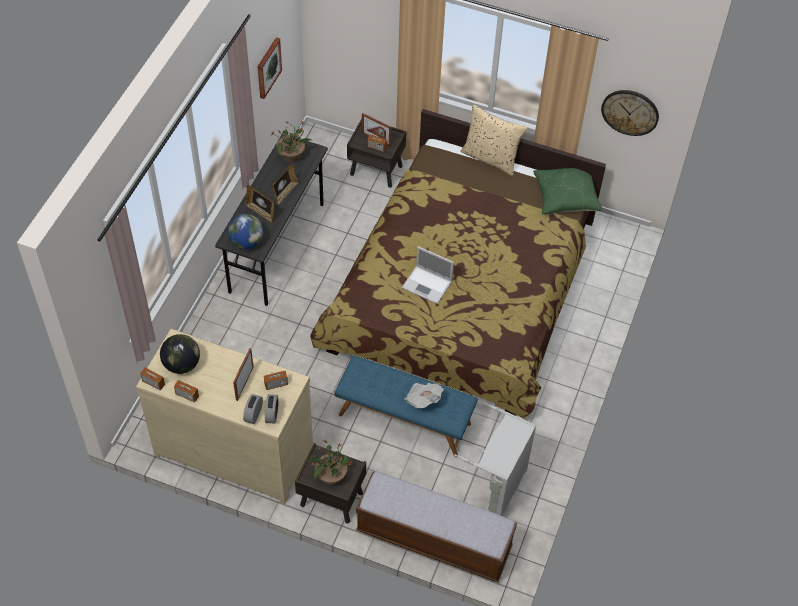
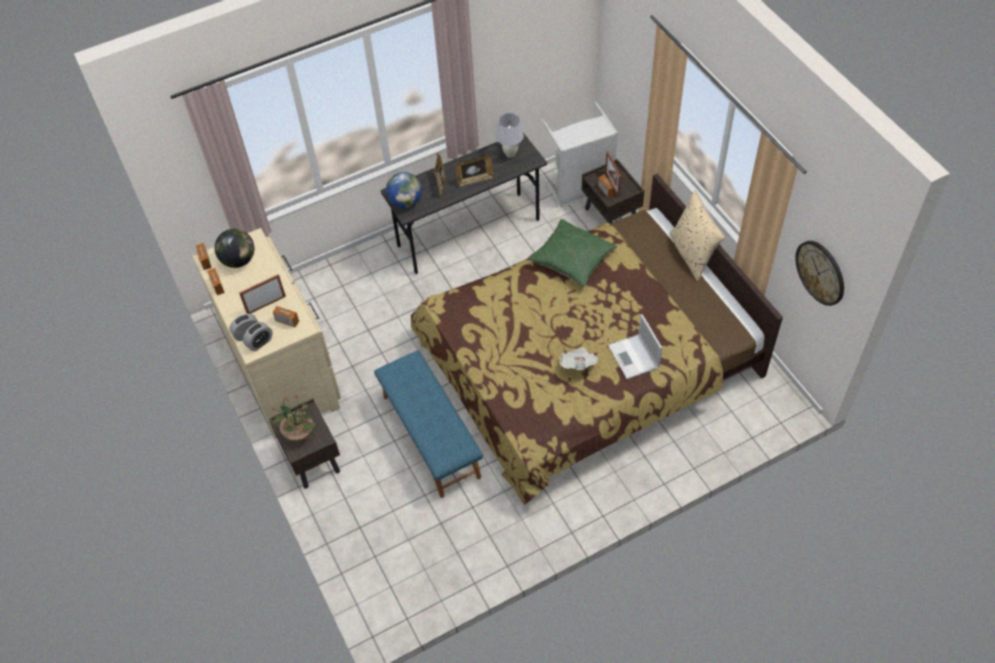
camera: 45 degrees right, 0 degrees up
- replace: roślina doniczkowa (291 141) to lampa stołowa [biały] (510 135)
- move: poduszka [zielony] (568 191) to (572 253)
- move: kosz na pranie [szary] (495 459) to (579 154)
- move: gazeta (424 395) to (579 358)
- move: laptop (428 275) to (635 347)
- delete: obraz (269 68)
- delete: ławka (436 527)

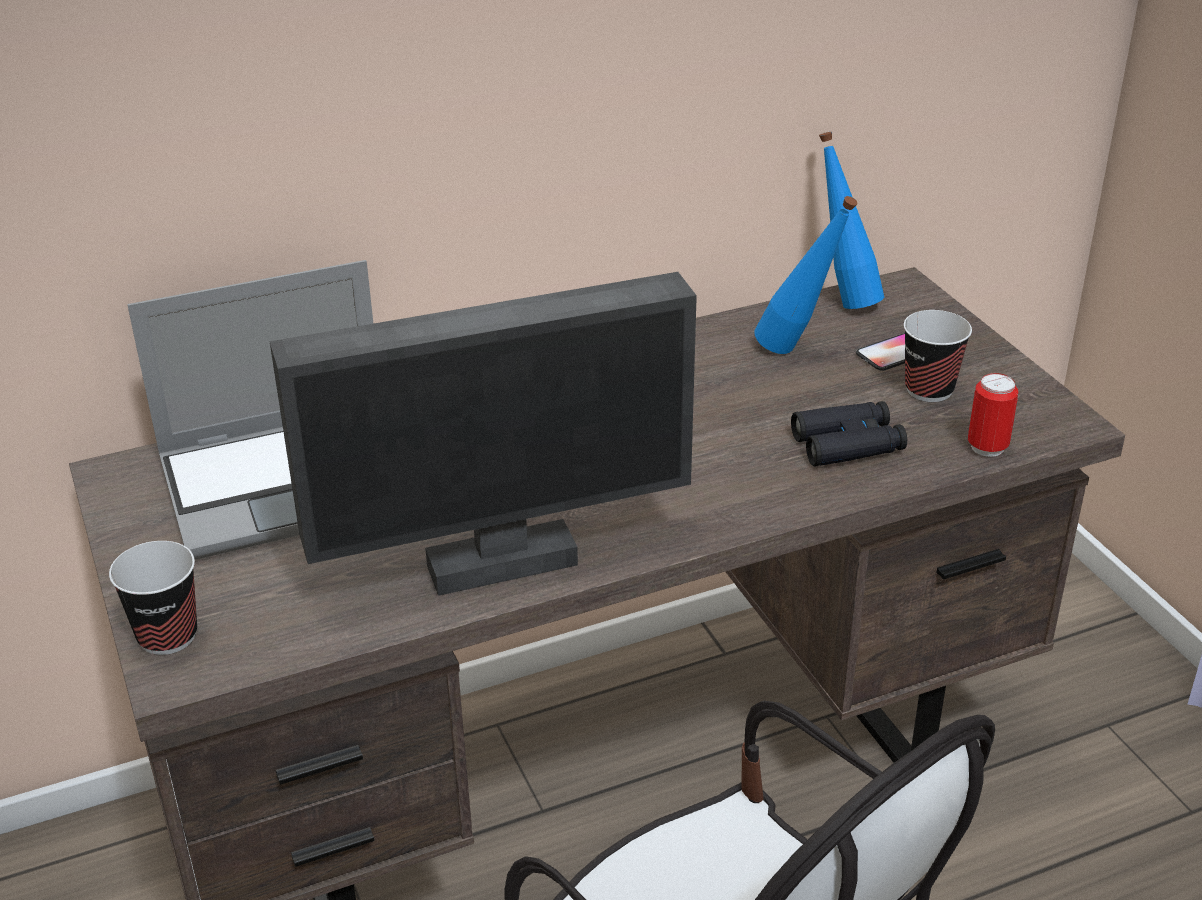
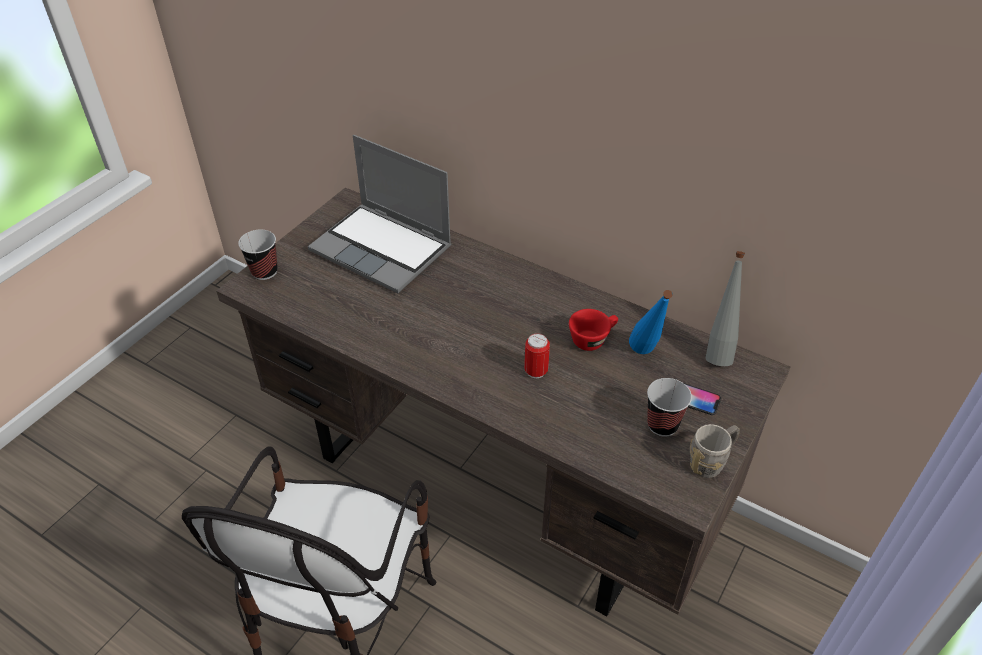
camera: 55 degrees right, 10 degrees up
- move: puszka (993 415) to (537 355)
- insert: filiżanka [czerwony] (593 330)
- insert: kubek [szary] (715 451)
- recolor: butelka [niebieski] (851 220) to butelka [szary] (725 308)
- delete: monitor (483 434)
- delete: lornetka [czarny] (849 433)

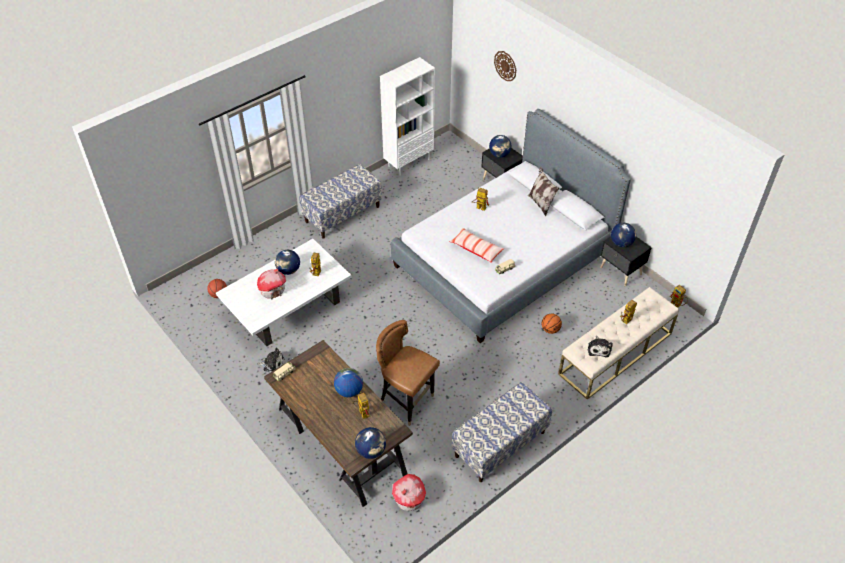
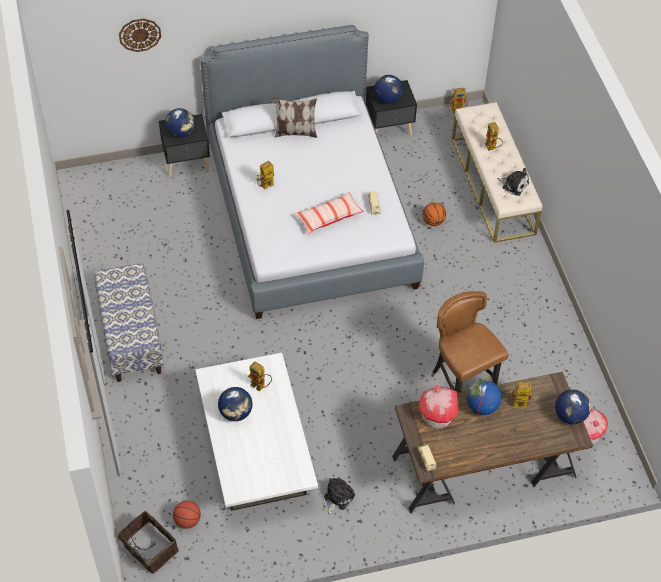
camera: 65 degrees left, 5 degrees up
- insert: koszyk (148 542)
- move: domek (271 284) to (439 406)
- rotate: krzesło [brązowy] (408 373) = (470 342) 90 degrees clockwise
- delete: regał [biały] (407 116)
- delete: ławka (502 432)

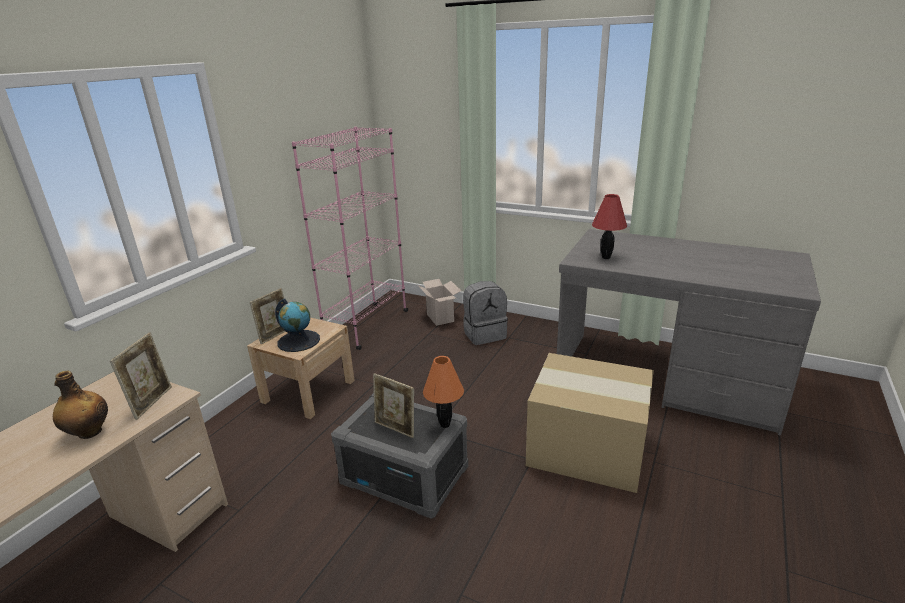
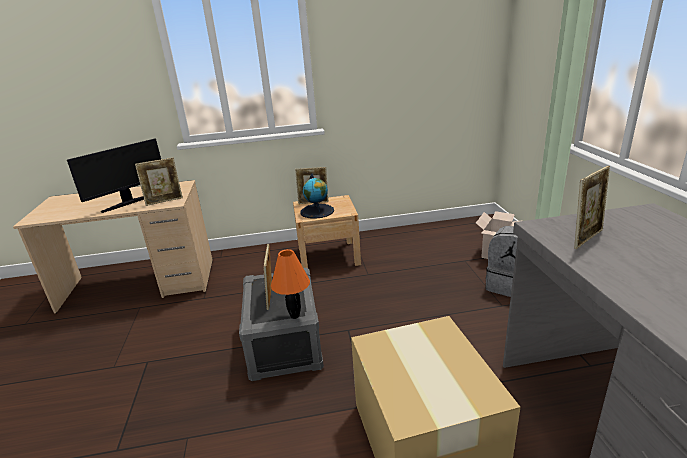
camera: 55 degrees right, 0 degrees up
- replace: butelka (80 405) to monitor (114 176)
- replace: lampa stołowa [czerwony] (609 226) to ramka na zdjęcie (592 207)
- delete: regał [różowy] (350 238)

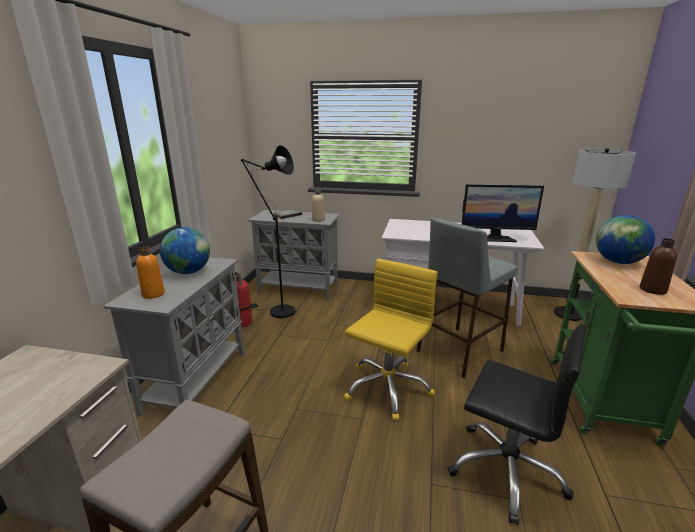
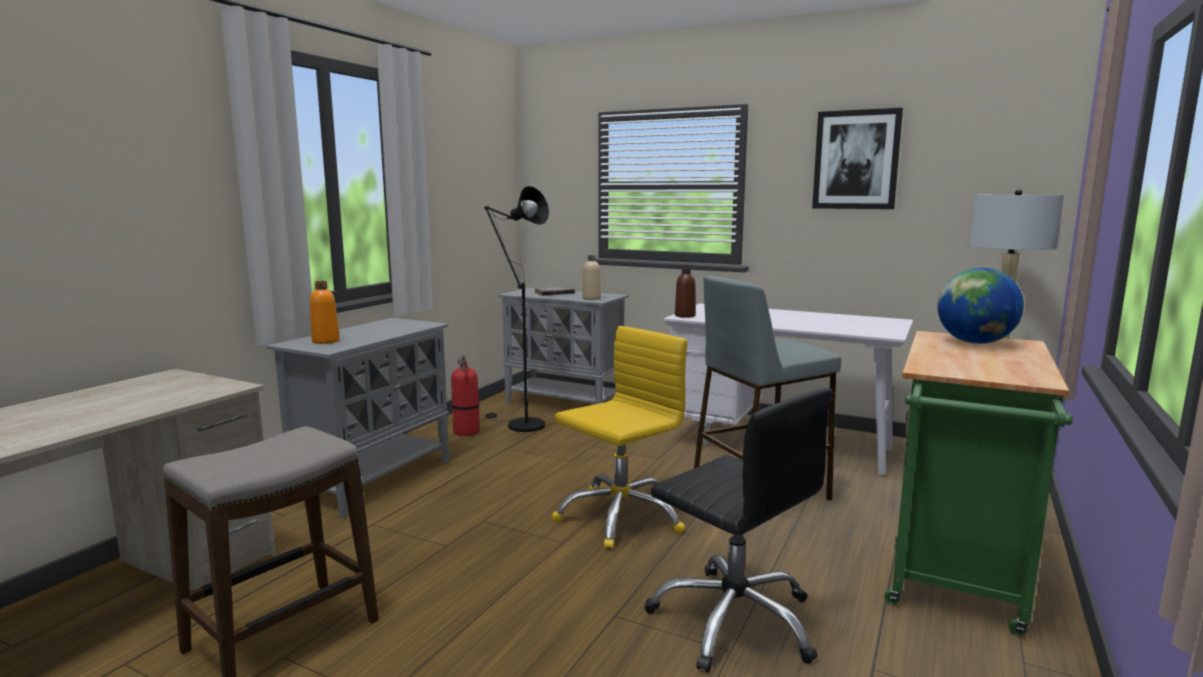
camera: 15 degrees right, 10 degrees down
- move: butelka [brązowy] (658 266) to (685 292)
- insert: obraz (857 158)
- delete: globus (185 250)
- delete: monitor (503 213)

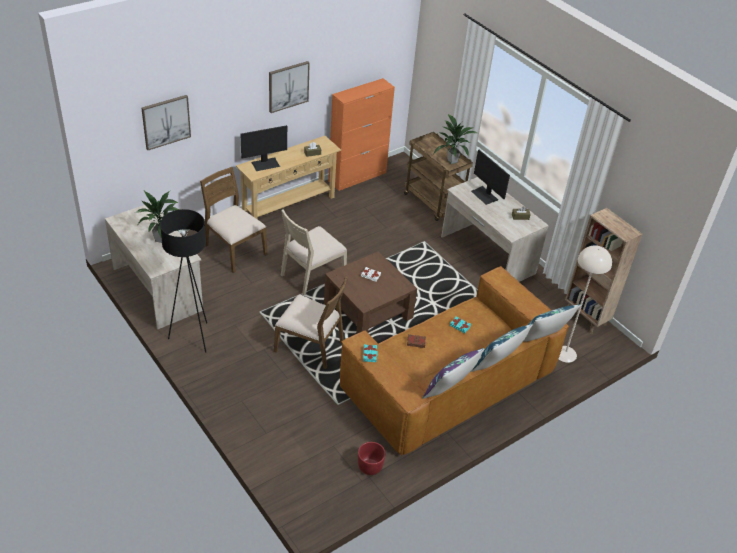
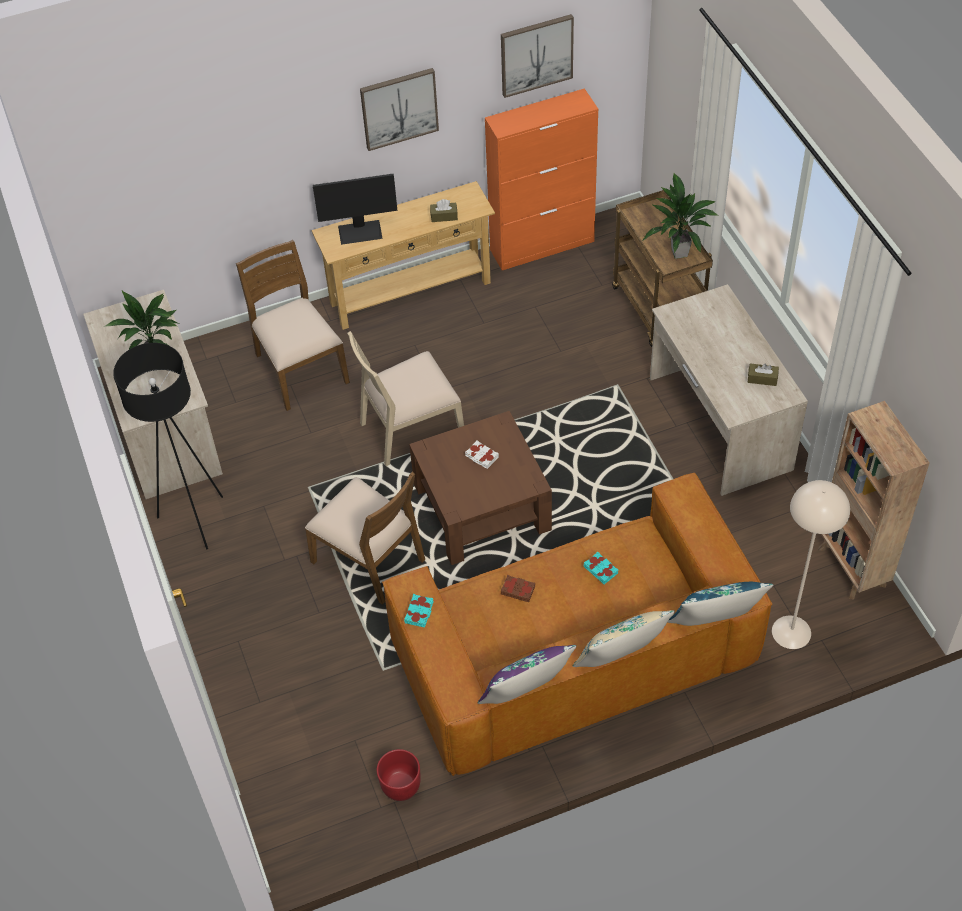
camera: 20 degrees right, 10 degrees up
- move: obraz (166 122) to (537 56)
- recolor: poduszka [niebieski] (502 348) to poduszka [beżowy] (624 638)
- delete: monitor (490 177)

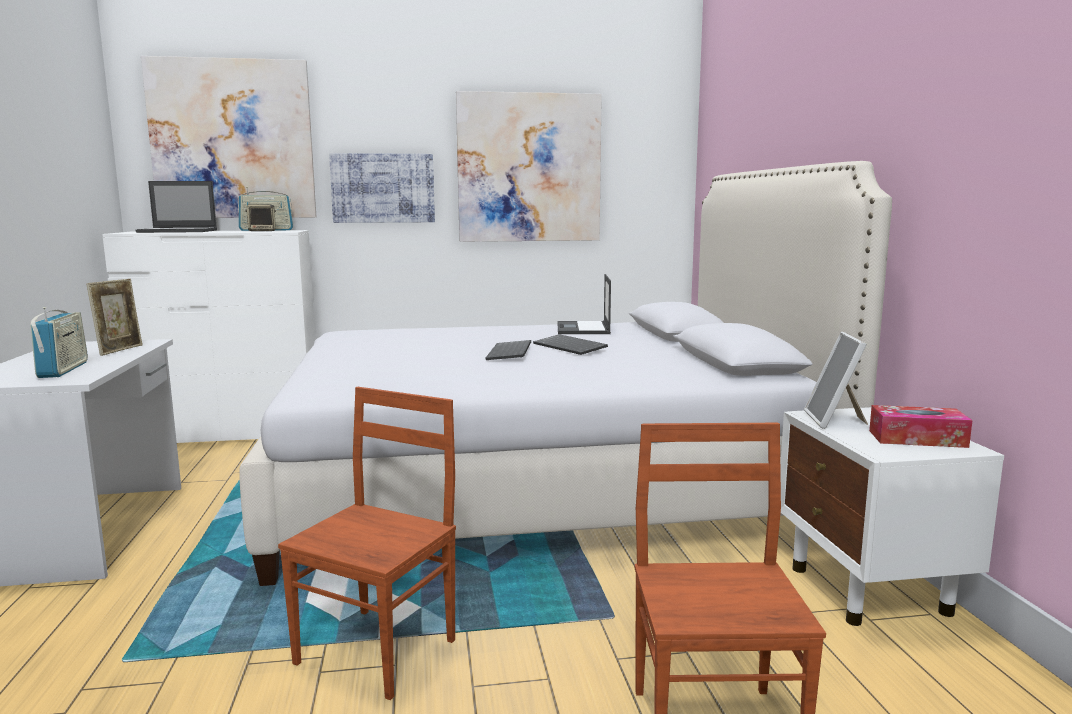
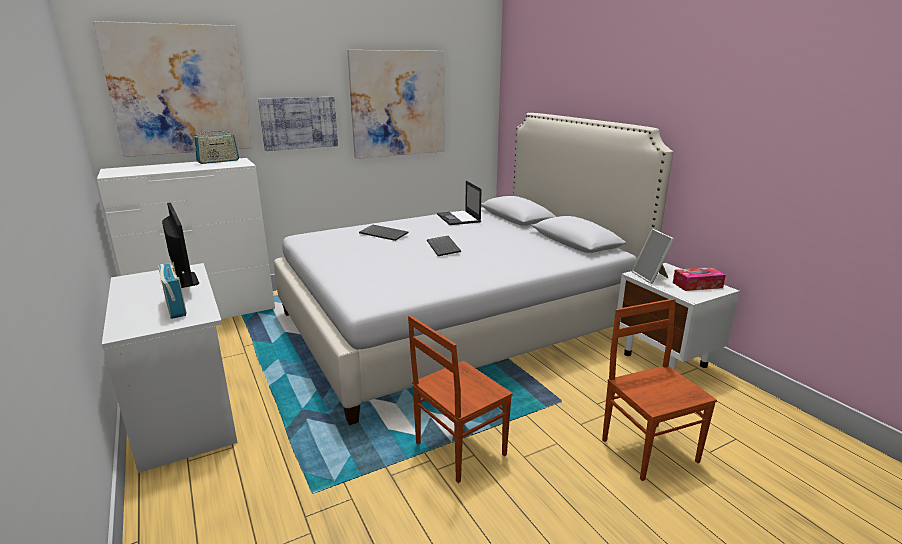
camera: 20 degrees left, 10 degrees up
- replace: ramka na zdjęcie (114 317) to monitor (180 245)
- move: klawiatura (570 344) to (384 233)
- rotate: krzesło [brązowy] (367 543) = (460 399) 135 degrees counterclockwise
- delete: laptop (176 207)
- delete: głośnik (260 217)

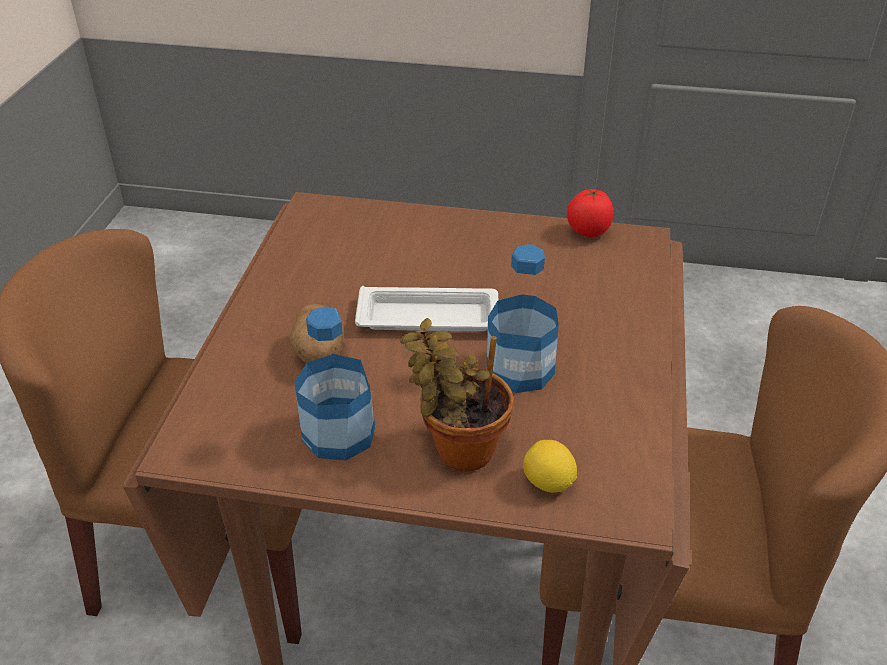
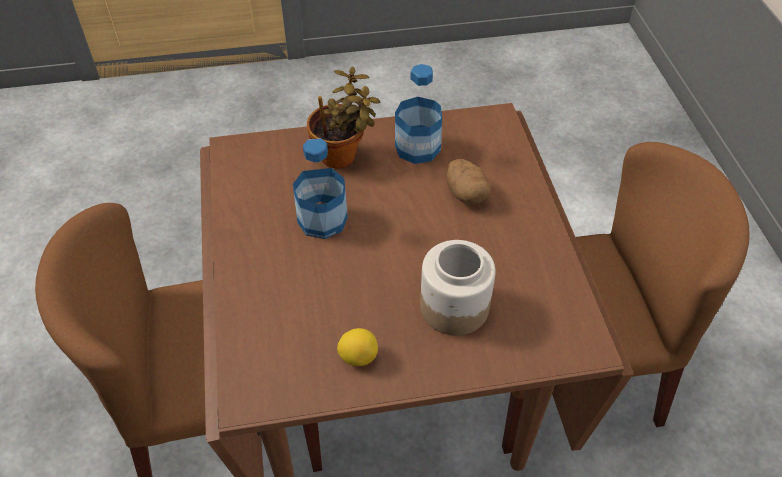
camera: 160 degrees right, 10 degrees up
- move: cytryna (550 466) to (357 347)
- insert: słoik (458 288)
- delete: taca [biały] (426 308)
- delete: pomidor (590 213)

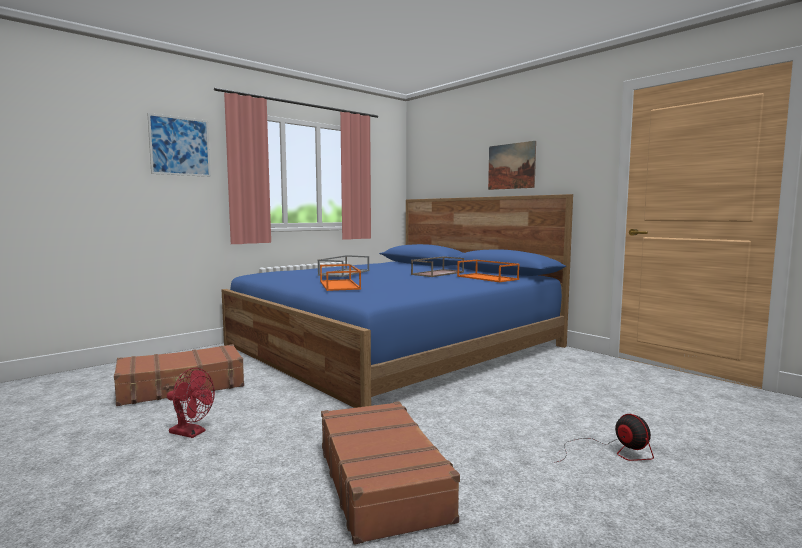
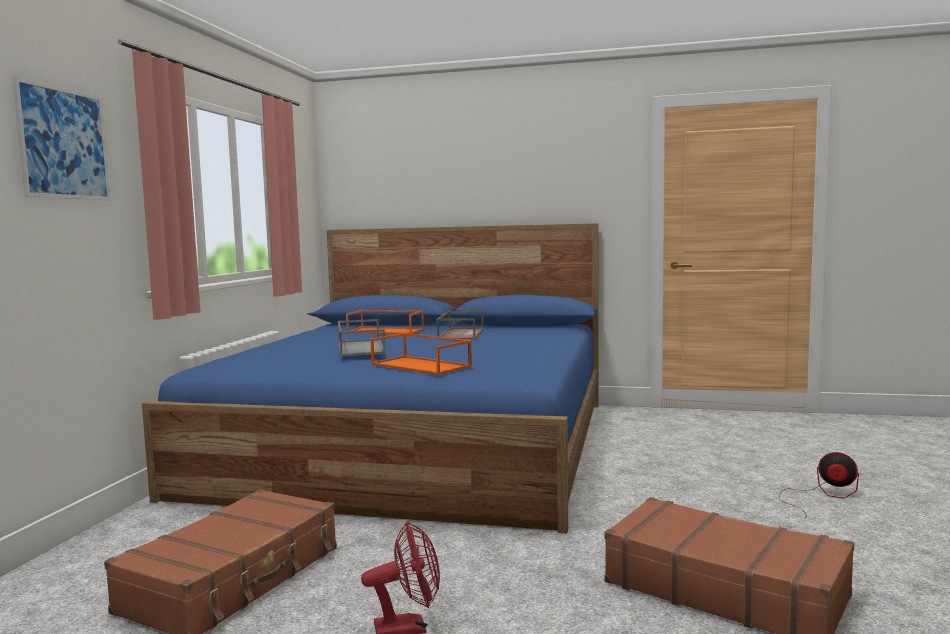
camera: 35 degrees left, 0 degrees up
- move: taca [pomarańczowy] (488 271) to (385 322)
- delete: obraz (512 165)

